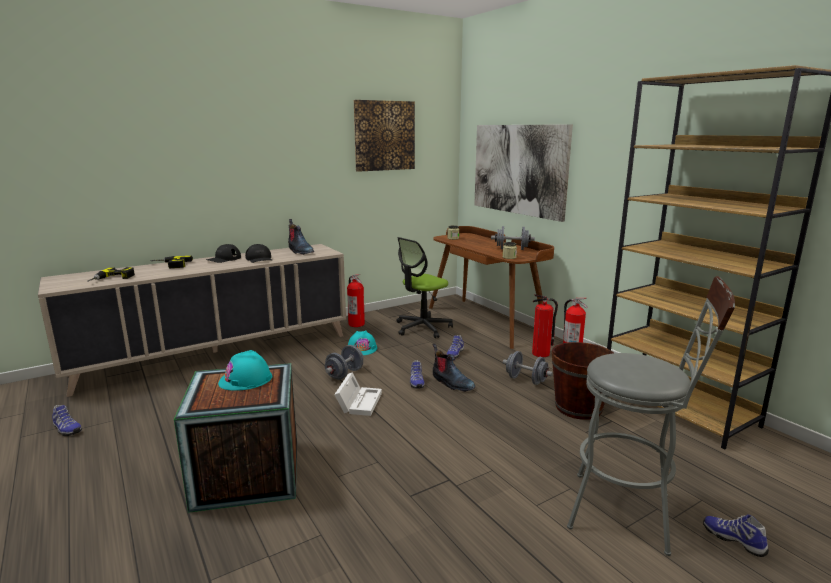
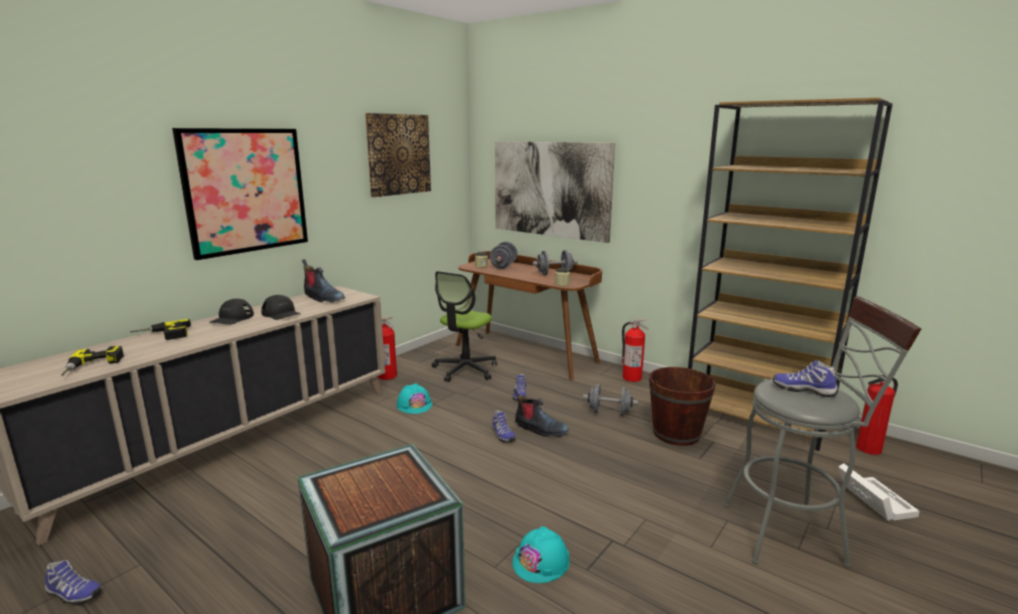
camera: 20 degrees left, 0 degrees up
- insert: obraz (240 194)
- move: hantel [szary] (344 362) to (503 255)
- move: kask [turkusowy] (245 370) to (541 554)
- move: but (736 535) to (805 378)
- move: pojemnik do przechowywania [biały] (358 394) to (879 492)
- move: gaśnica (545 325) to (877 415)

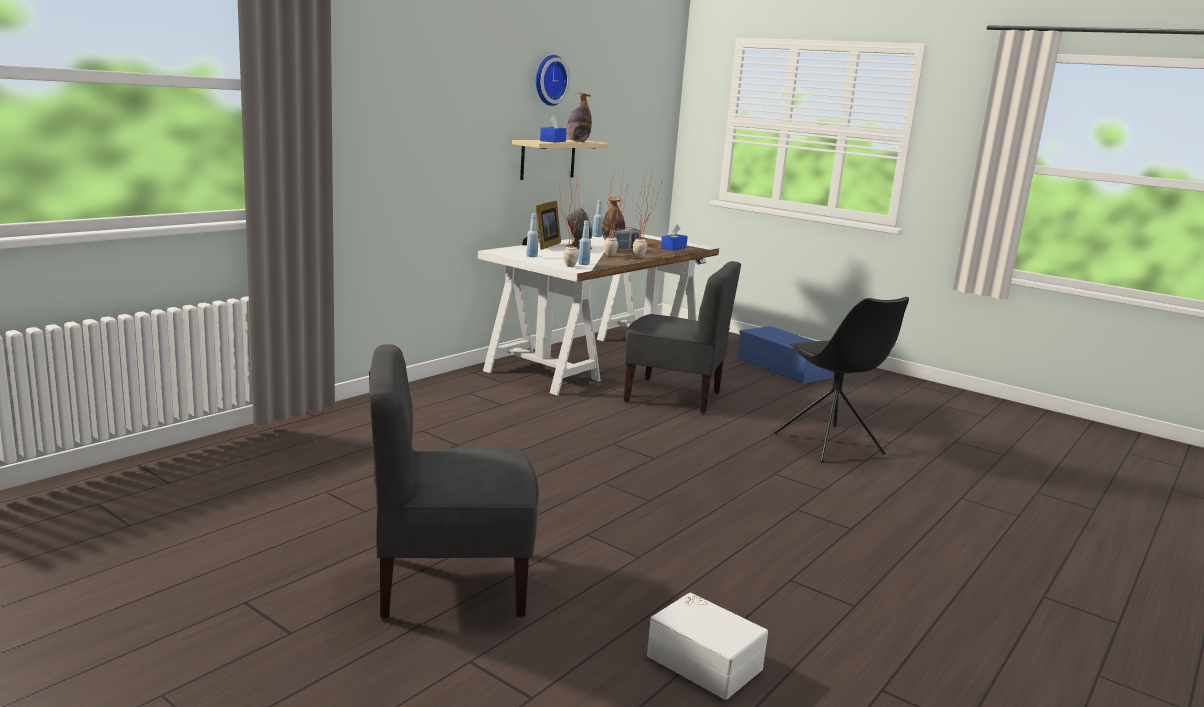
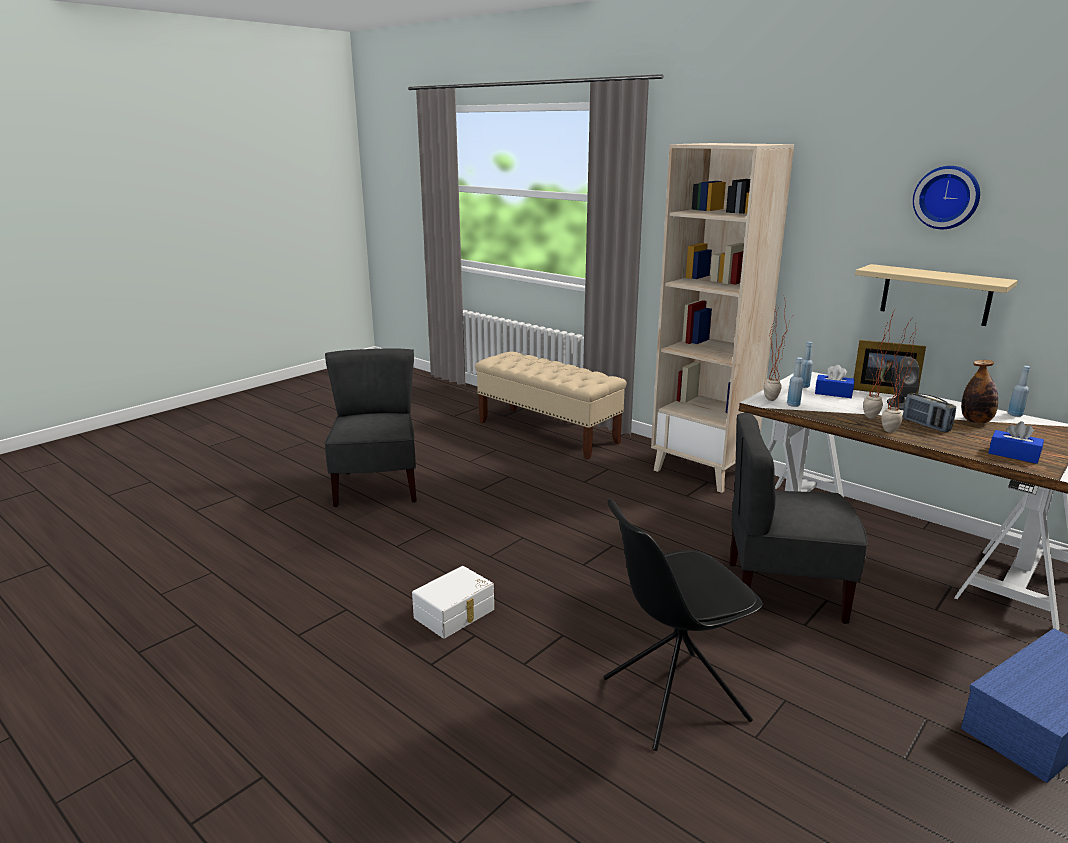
camera: 95 degrees right, 5 degrees up
- move: pojemnik do przechowywania [biały] (707 646) to (453 602)
- insert: ławka [beżowy] (551 405)
- insert: regał [beżowy] (722 318)
- rotate: krzesło [szary] (682 337) = (798 518) 75 degrees clockwise
- move: pudełko chusteczek [niebieski] (553 128) to (835 381)
- delete: butelka (579 117)

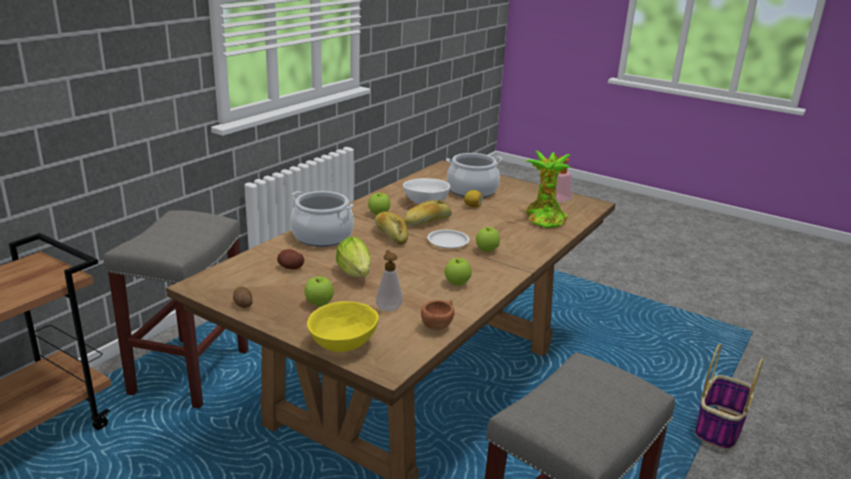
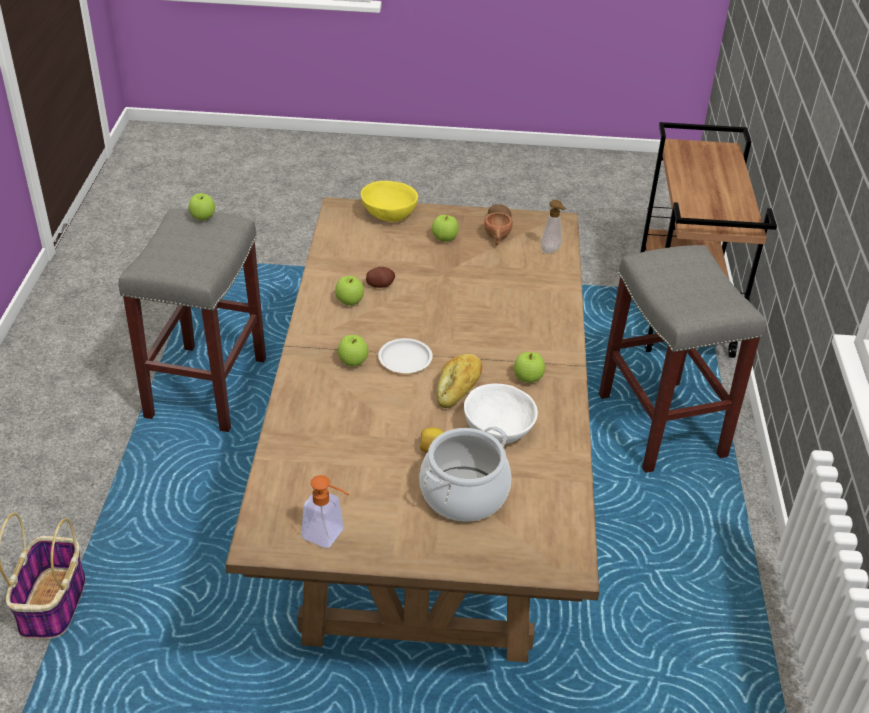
camera: 150 degrees right, 15 degrees up
- insert: jabłko (202 207)
- move: ziemniak (290 259) to (380 277)
- move: filiżanka [brązowy] (438 315) to (498 228)
- move: dozownik mydła (389 280) to (553 226)
- delete: garnek (322 219)
- delete: sałata (353 256)
- delete: chleb (391 228)
- delete: roślina doniczkowa (549 189)

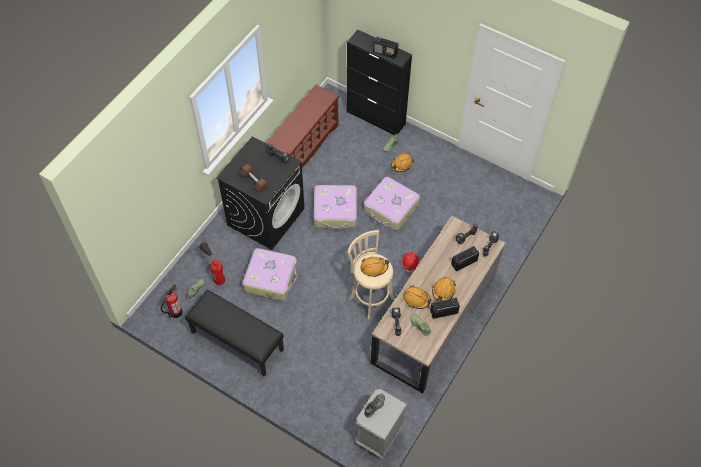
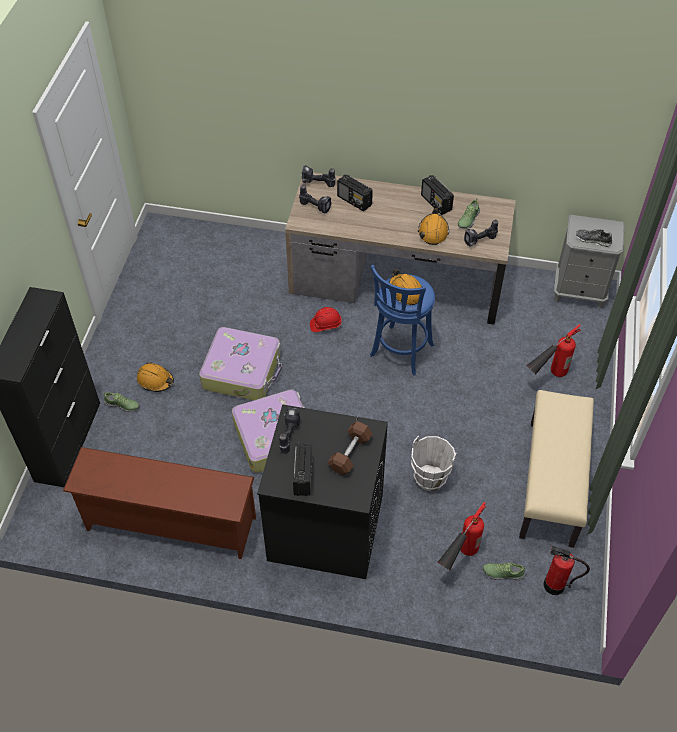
camera: 110 degrees left, 5 degrees down
- move: radio (385 48) to (303 469)
- recolor: stołek [beżowy] (371 274) to stołek [niebieski] (402 320)
- replace: walizka (270 274) to wiadro [biały] (434 463)
- recolor: ławka [czarny] (234 333) to ławka [beżowy] (556 469)
- insert: gaśnica (554 350)
- delete: kask [pomarańczowy] (444 289)

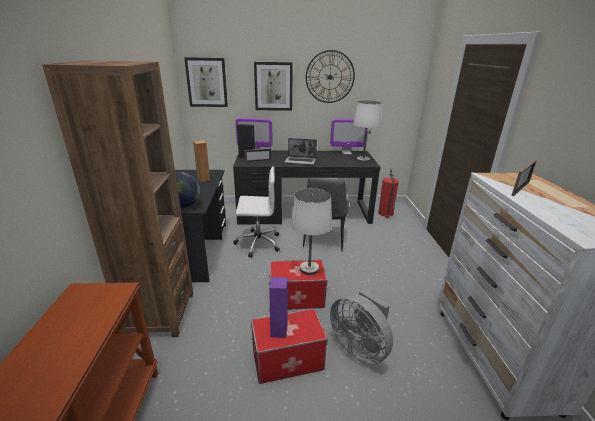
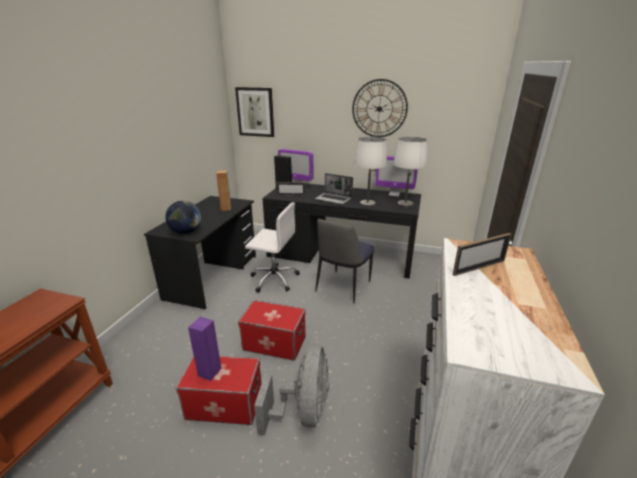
camera: 20 degrees right, 0 degrees up
- rotate: wentylator [szary] (361 326) = (292 389) 150 degrees counterclockwise
- move: lampa stołowa [biały] (311 231) to (370 172)
- delete: regał [brązowy] (117 198)
- delete: obraz (273 86)
- delete: gaśnica (388 193)

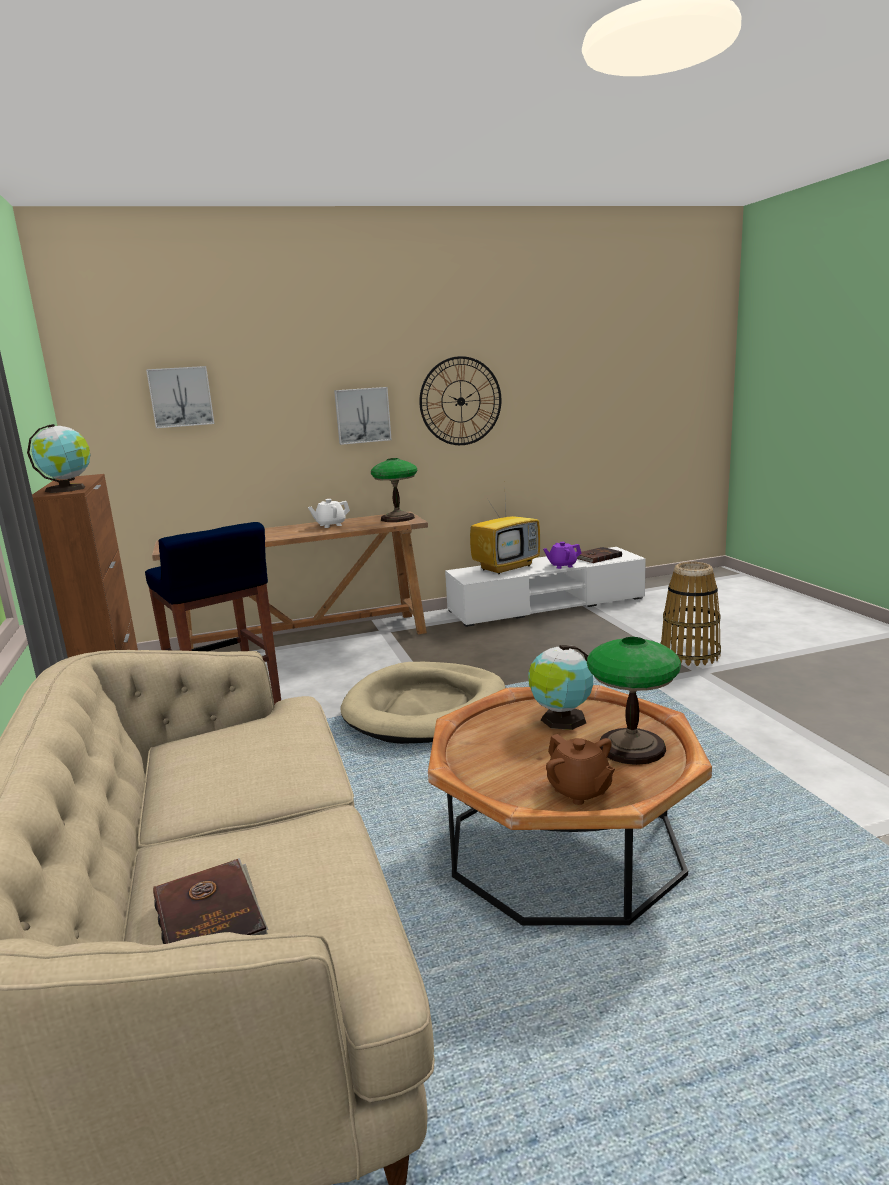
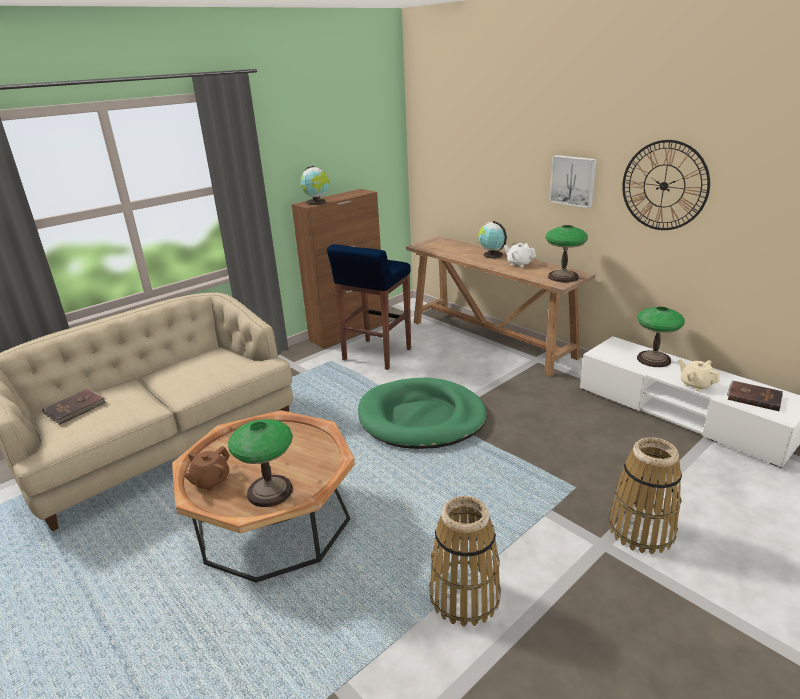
camera: 65 degrees right, 10 degrees up
- recolor: legowisko [beżowy] (423 703) to legowisko [zielony] (422 413)
- insert: koszyk (465 561)
- move: globus (560 687) to (492 240)
- replace: telewizor (505 534) to lampa stołowa (661 337)
- recolor: imbryk [fioletowy] (562 555) to imbryk [beżowy] (699 375)
- delete: obraz (180 397)

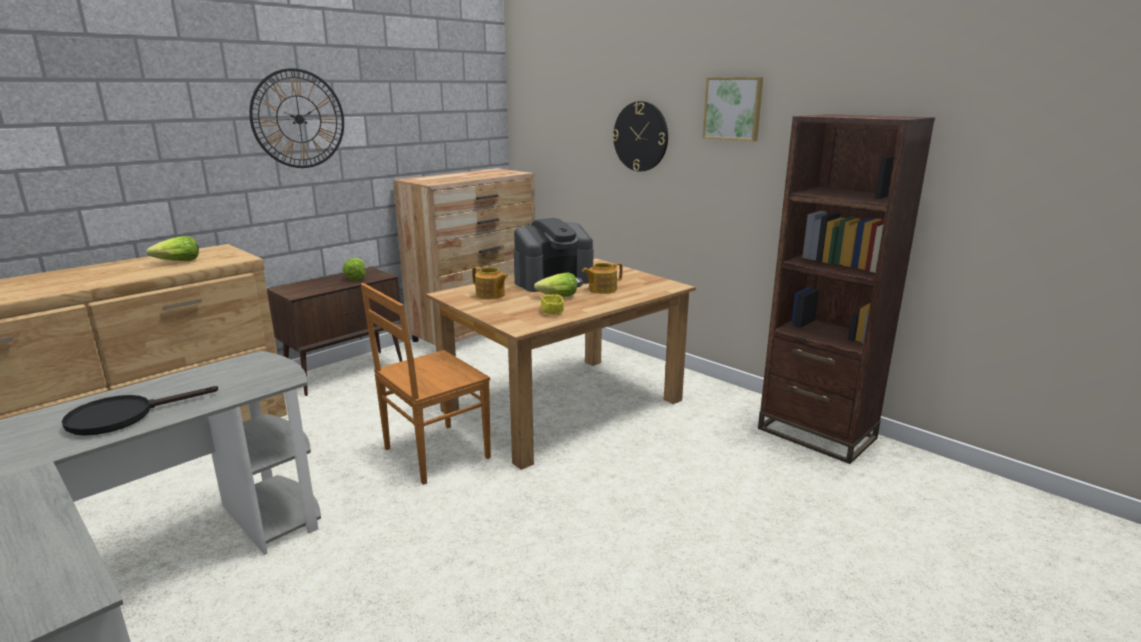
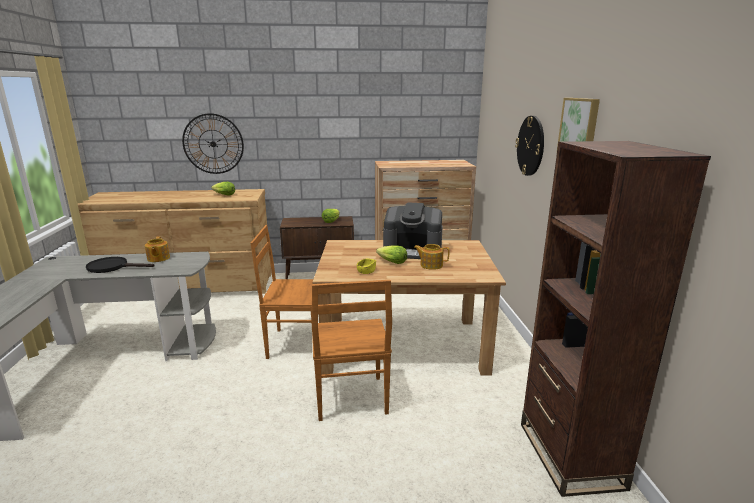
camera: 40 degrees right, 0 degrees up
- move: imbryk (490 283) to (157 249)
- move: zegar ścienny (296 118) to (213 143)
- insert: krzesło [brązowy] (352 350)

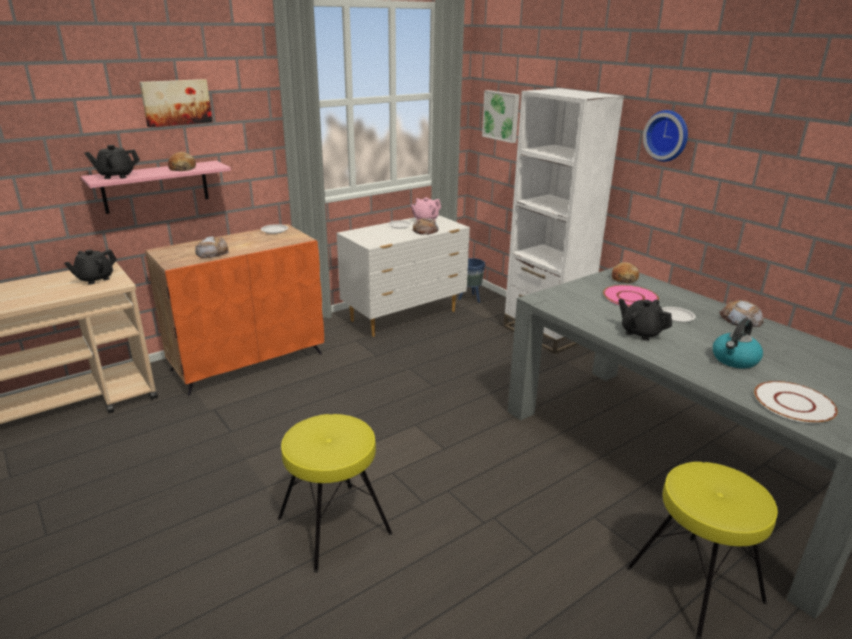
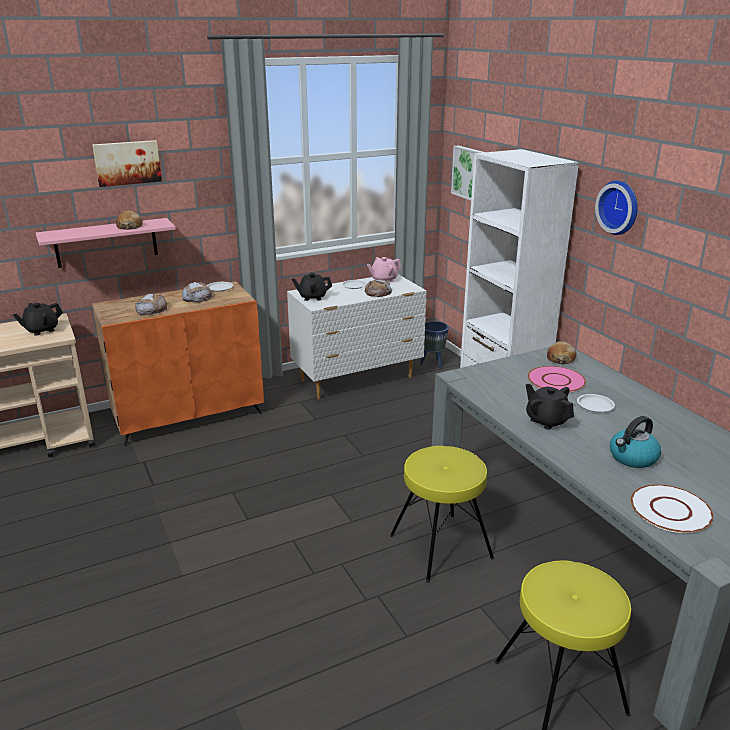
camera: 10 degrees right, 0 degrees up
- move: chleb (741 313) to (197 292)
- move: imbryk [czarny] (112 162) to (312 286)
- move: stołek [żółty] (335 493) to (442 514)

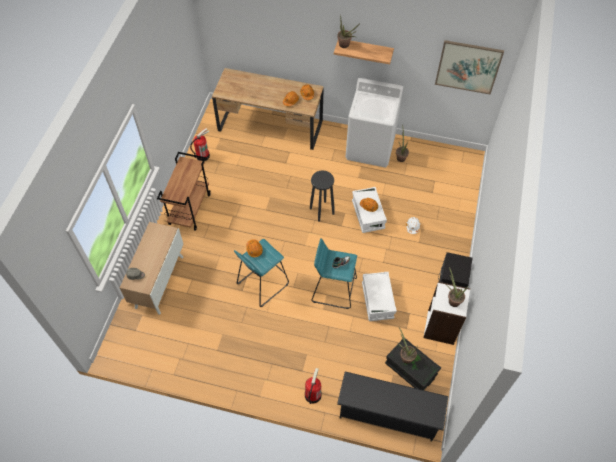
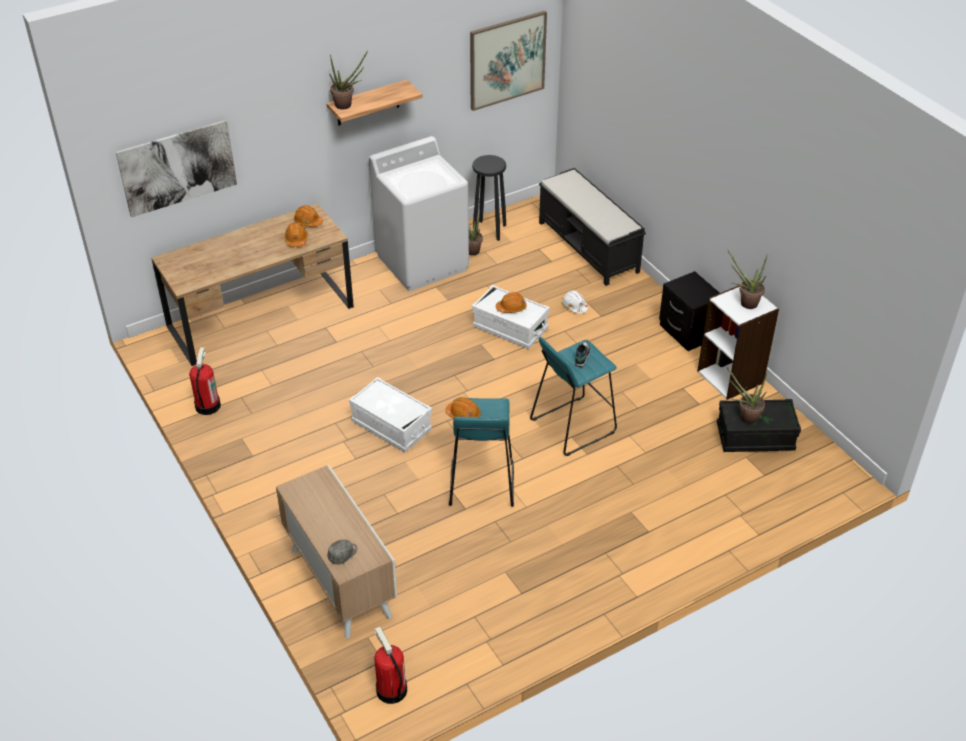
camera: 45 degrees left, 15 degrees down
- insert: obraz (176 168)
- move: pojemnik do przechowywania [biały] (379 296) to (390 414)
- move: gaśnica (313 386) to (390 665)
- move: stołek [czarny] (322 196) to (489 198)
- insert: ławka [czarny] (592 227)
- delete: wózek [brązowy] (183 191)
- delete: regał na buty [czarny] (392 406)

